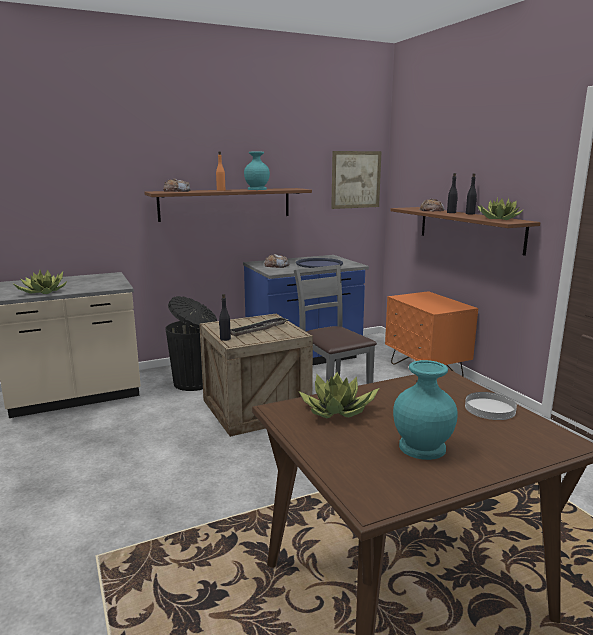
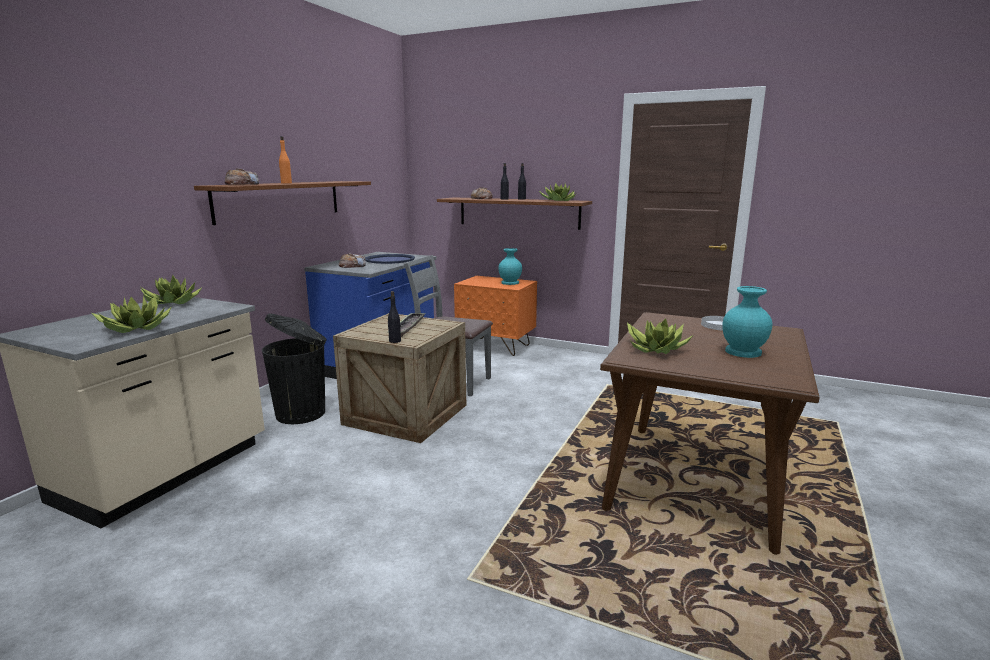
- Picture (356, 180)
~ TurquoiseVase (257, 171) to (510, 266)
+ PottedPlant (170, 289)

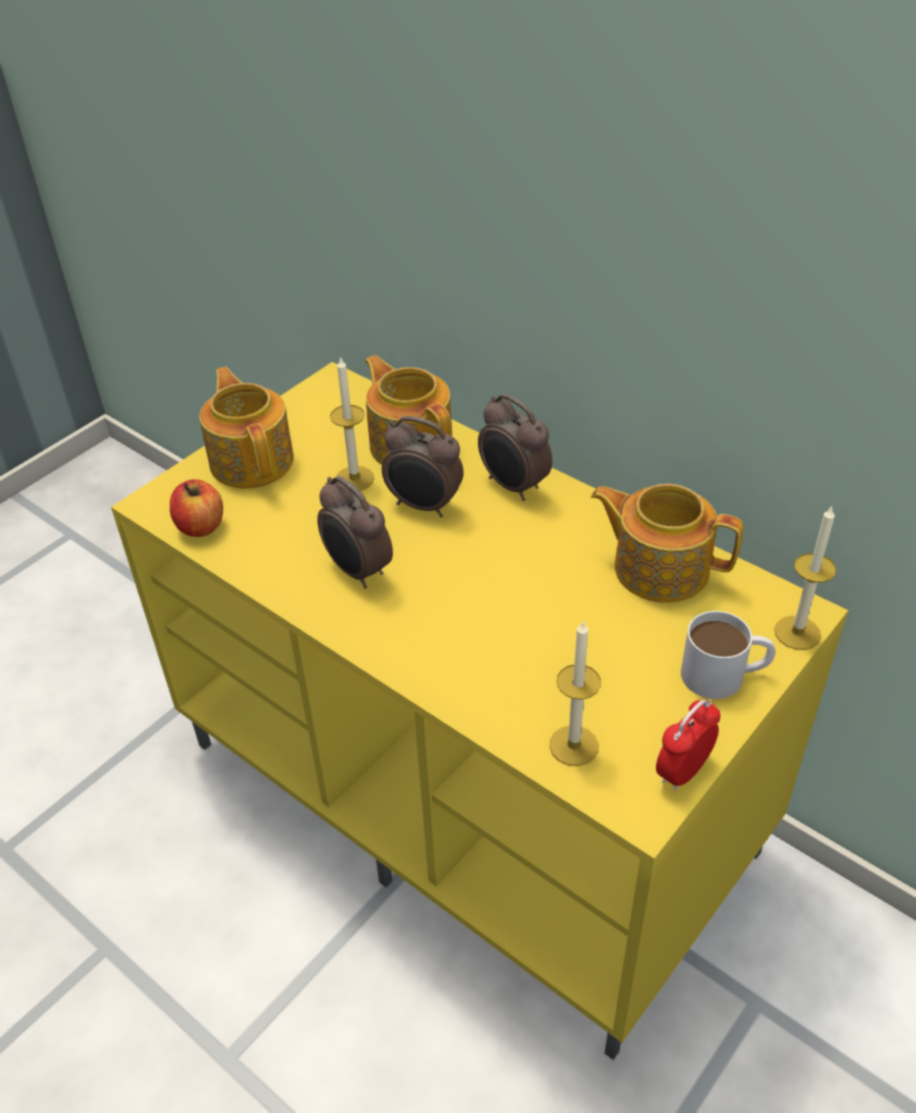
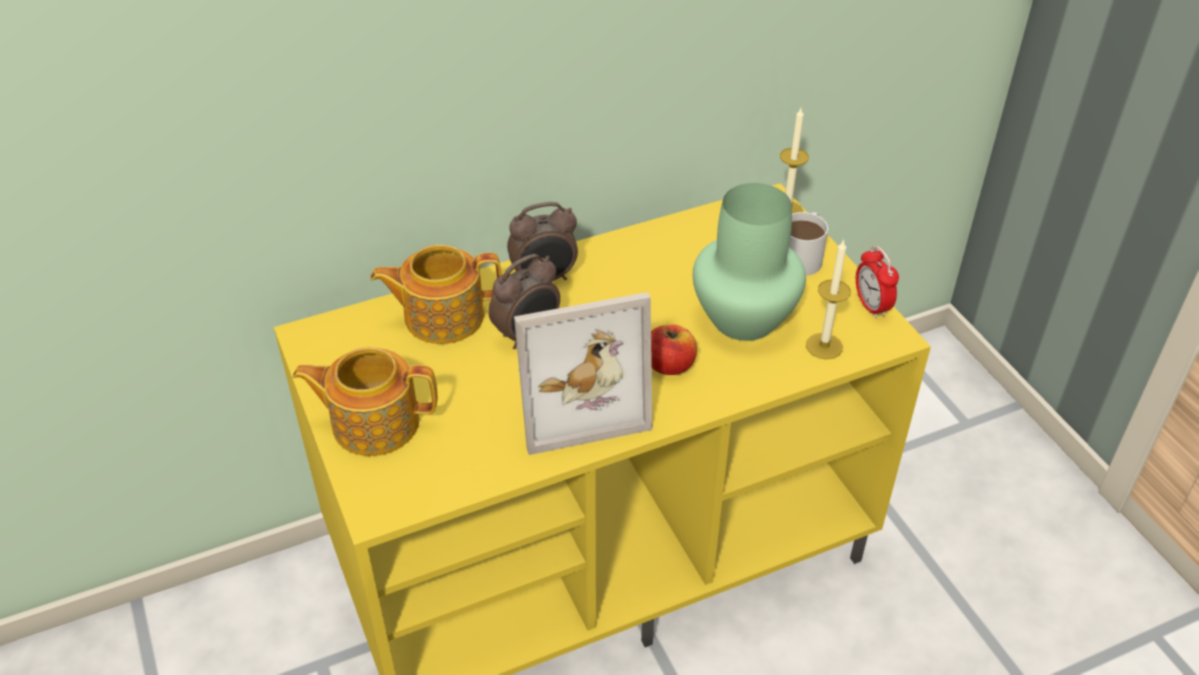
- Candle (352, 423)
~ AlarmClock (355, 532) to PictureFrame (583, 373)
~ Apple (196, 508) to (674, 349)
- Teapot (667, 543)
+ GreenVase (749, 262)

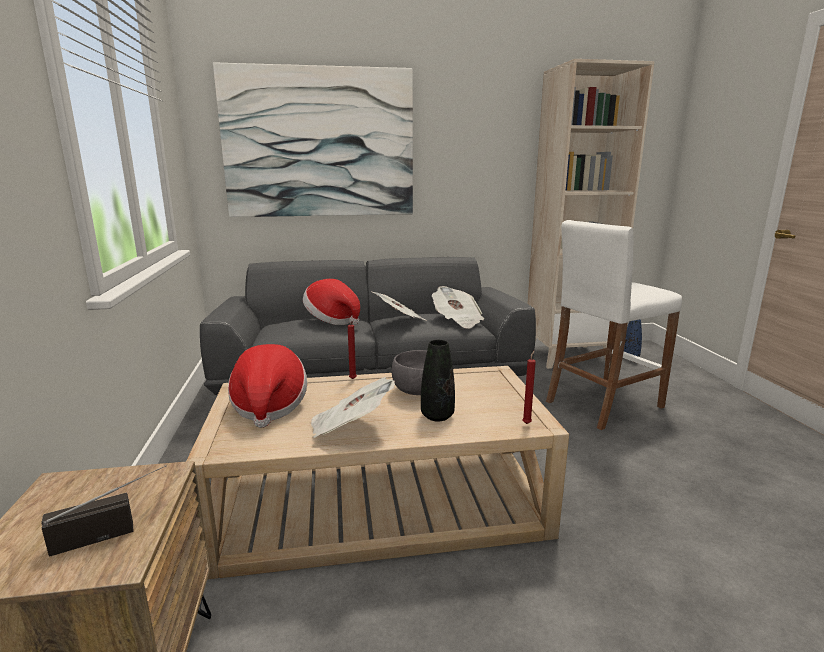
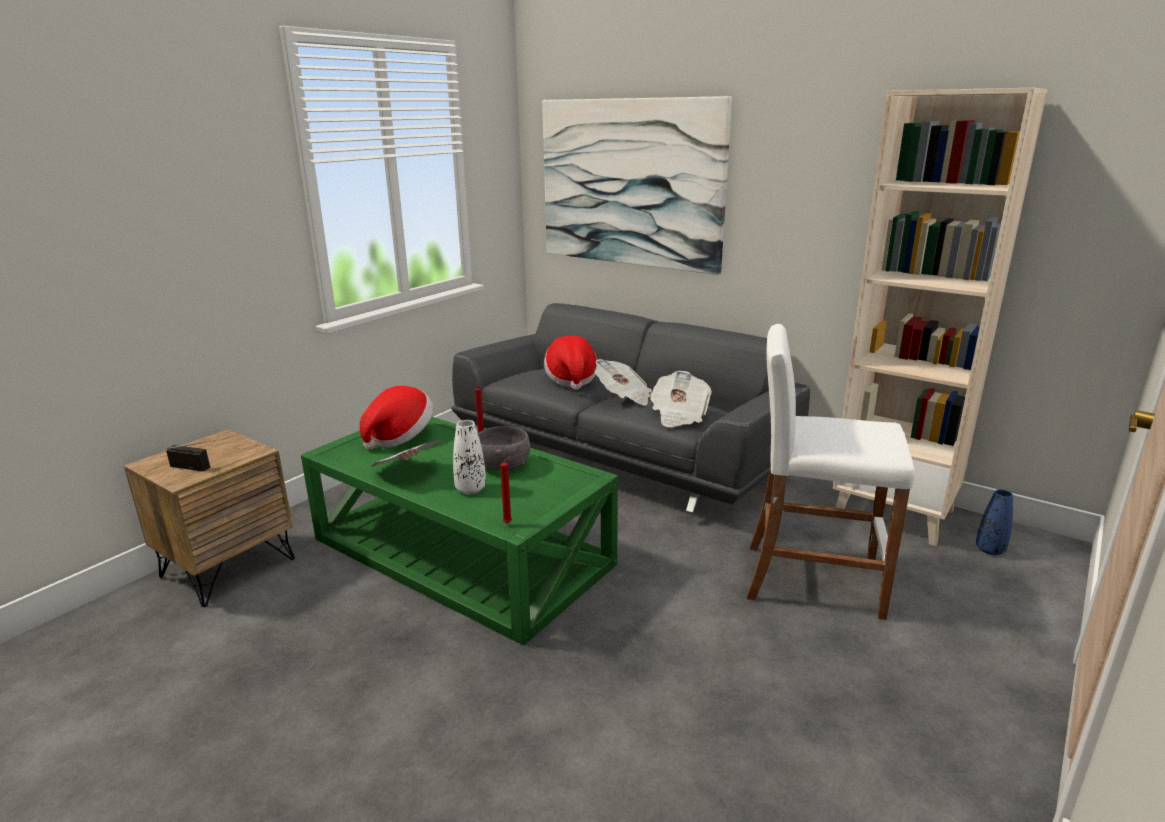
~ BlackVase (438, 381) to WhiteVase (469, 457)
~ BeigeCoffeeTable (377, 472) to GreenCoffeeTable (459, 531)

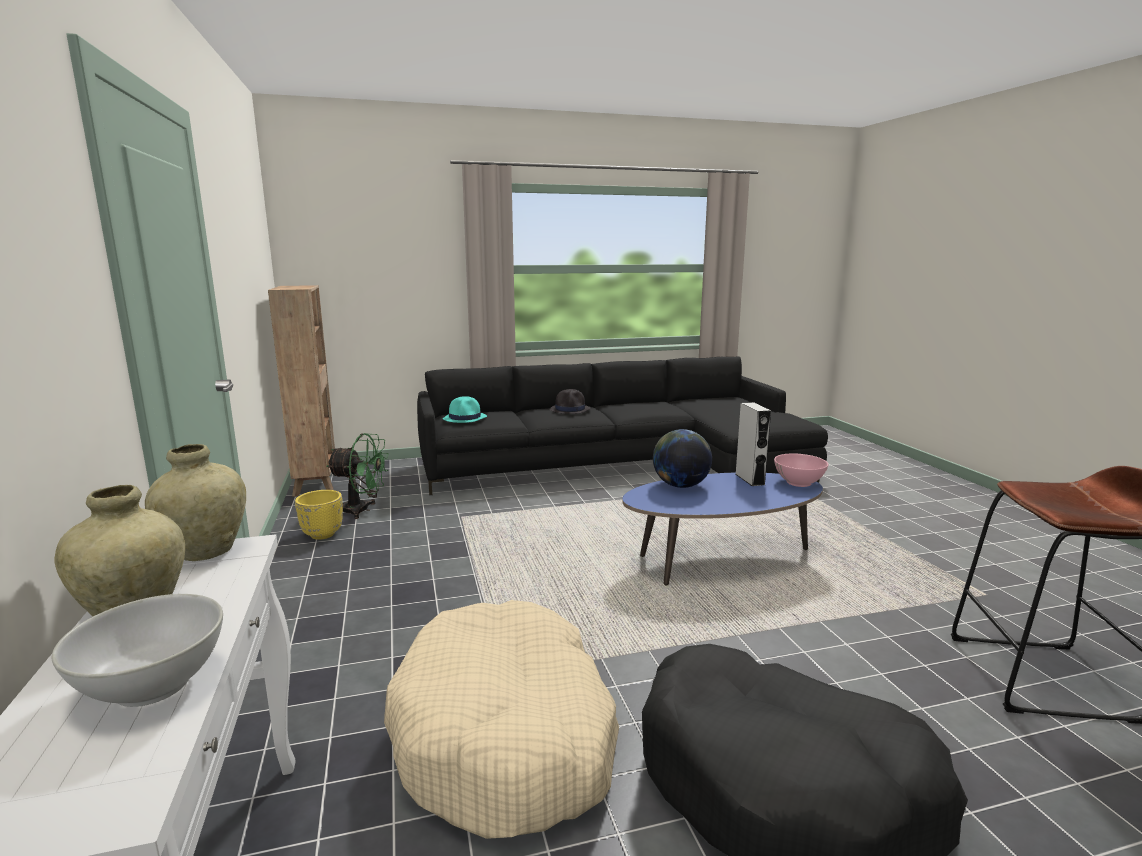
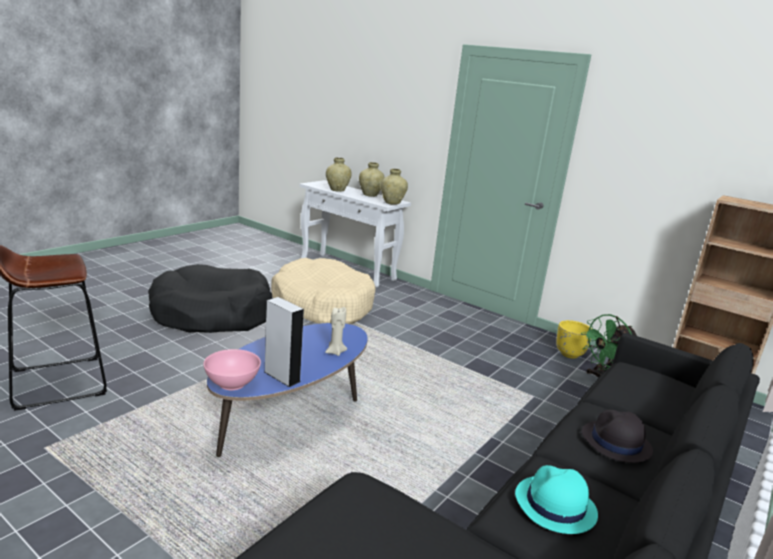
~ TurquoiseHat (465, 409) to (556, 499)
~ Globe (682, 458) to BeigeCandle (336, 331)
~ WhiteBowl (137, 650) to BeigeVase (339, 174)

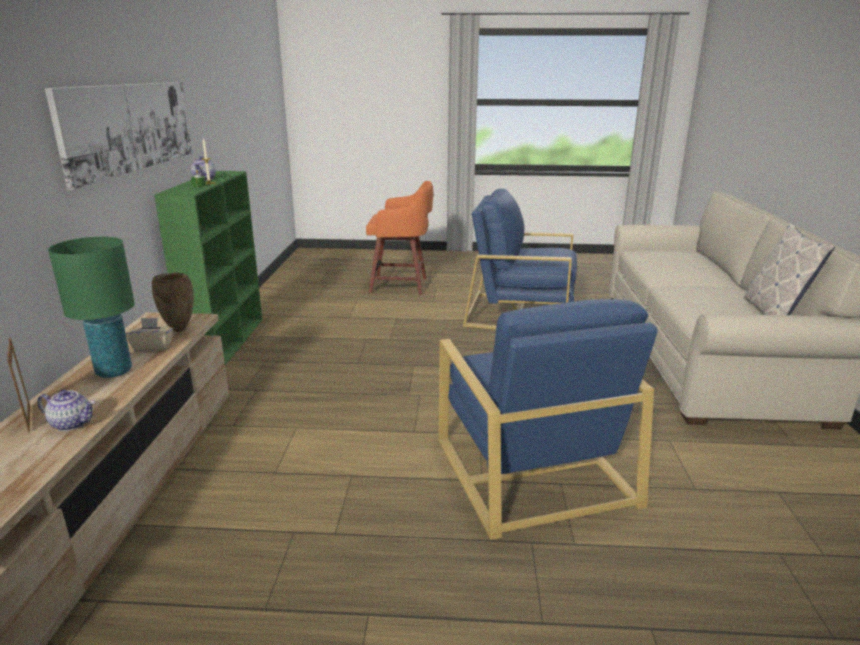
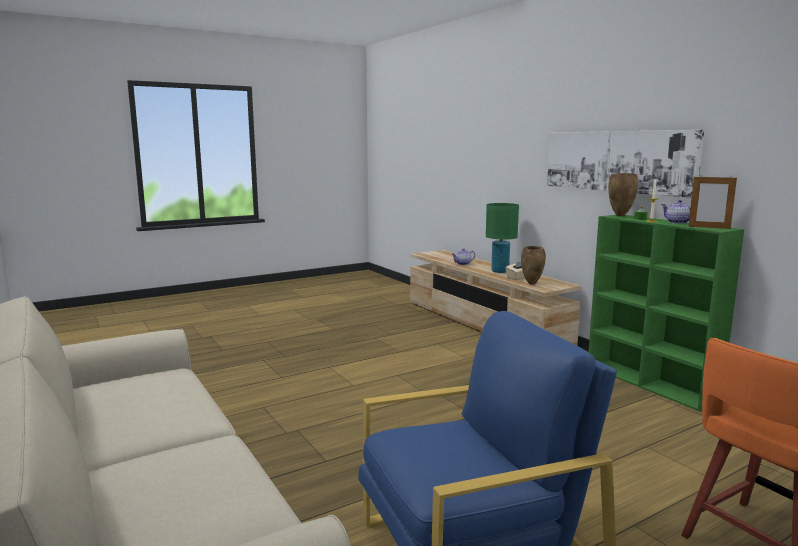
- Pillow (789, 269)
- BlueArmchair (548, 419)
~ PictureFrame (18, 385) to (712, 202)
+ BrownVase (623, 194)

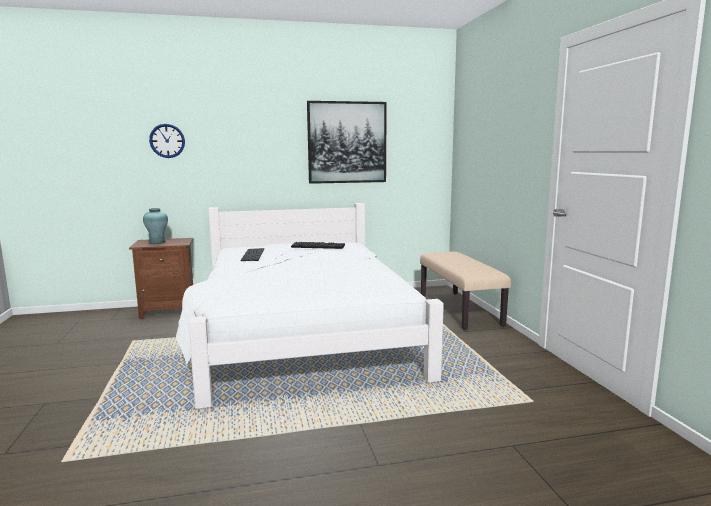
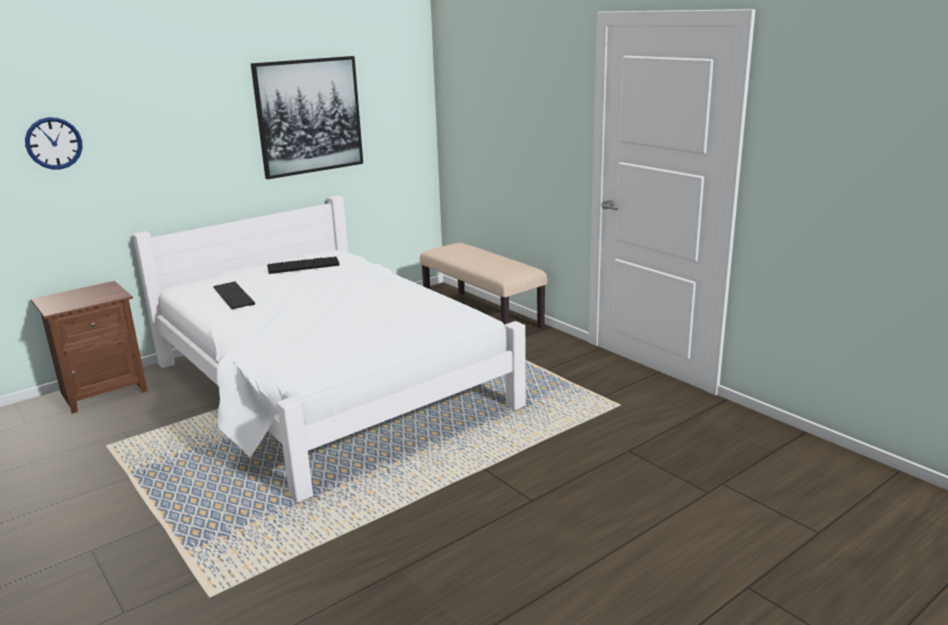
- TurquoiseVase (155, 226)

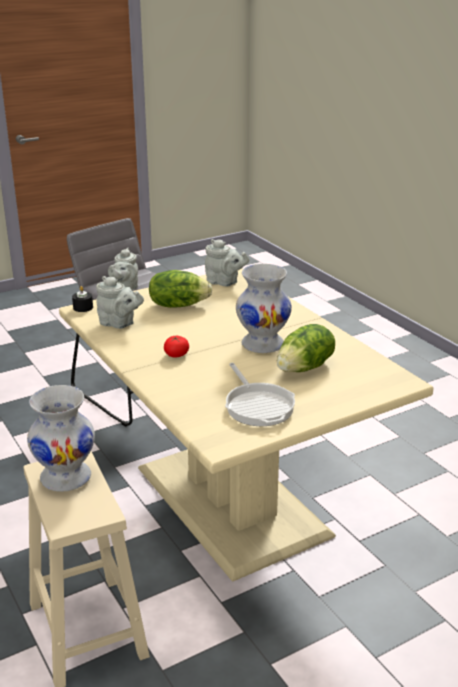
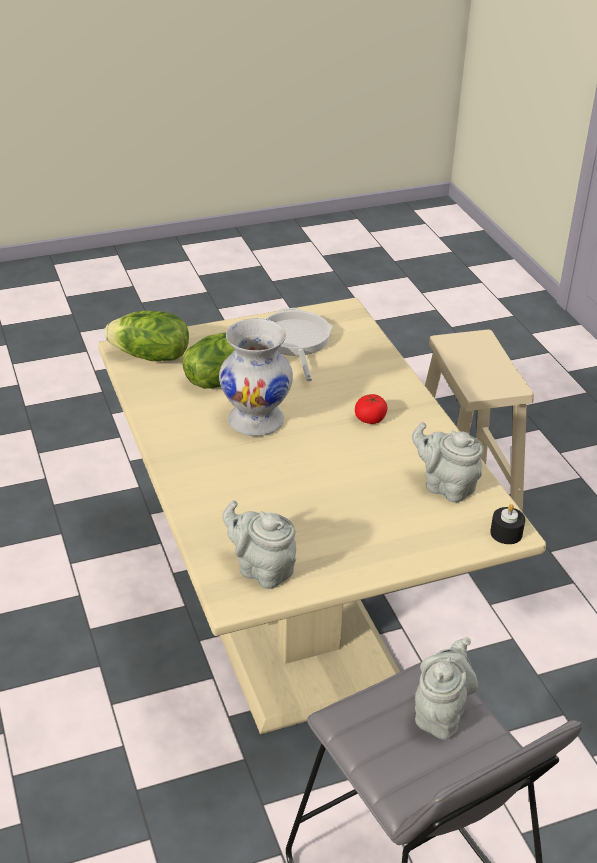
~ Lettuce (180, 289) to (147, 336)
- WhiteVase (61, 438)

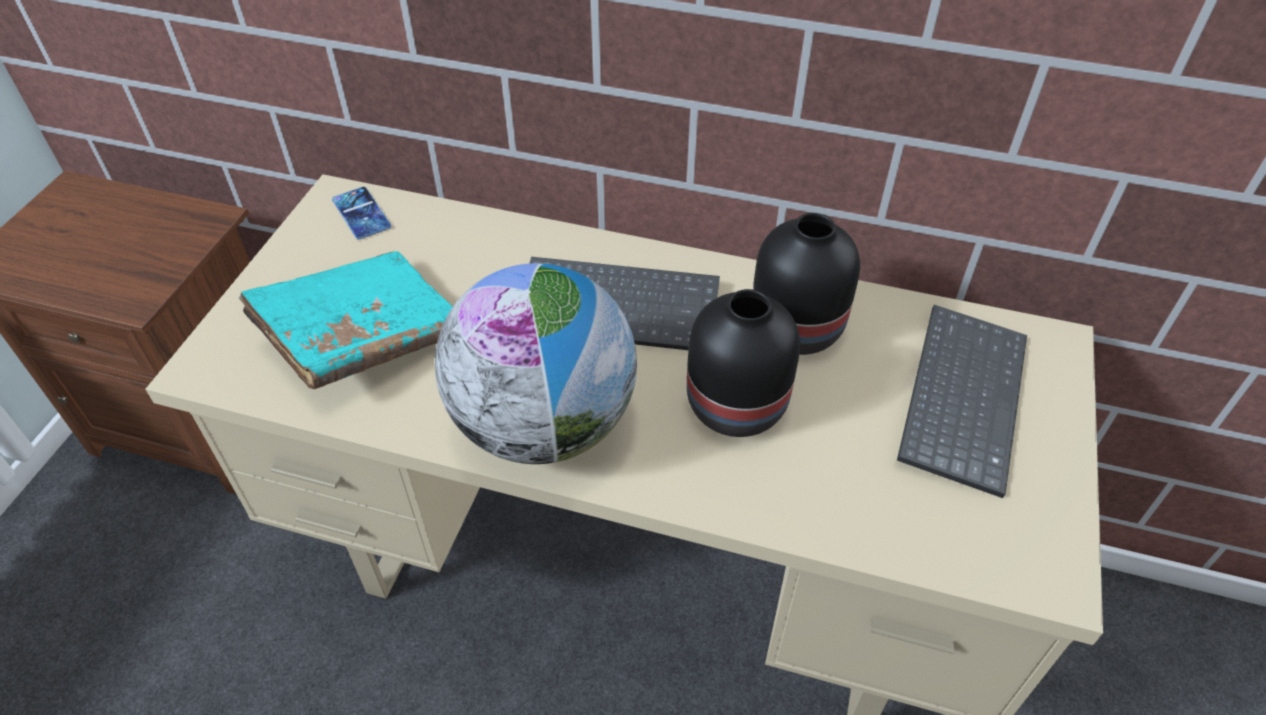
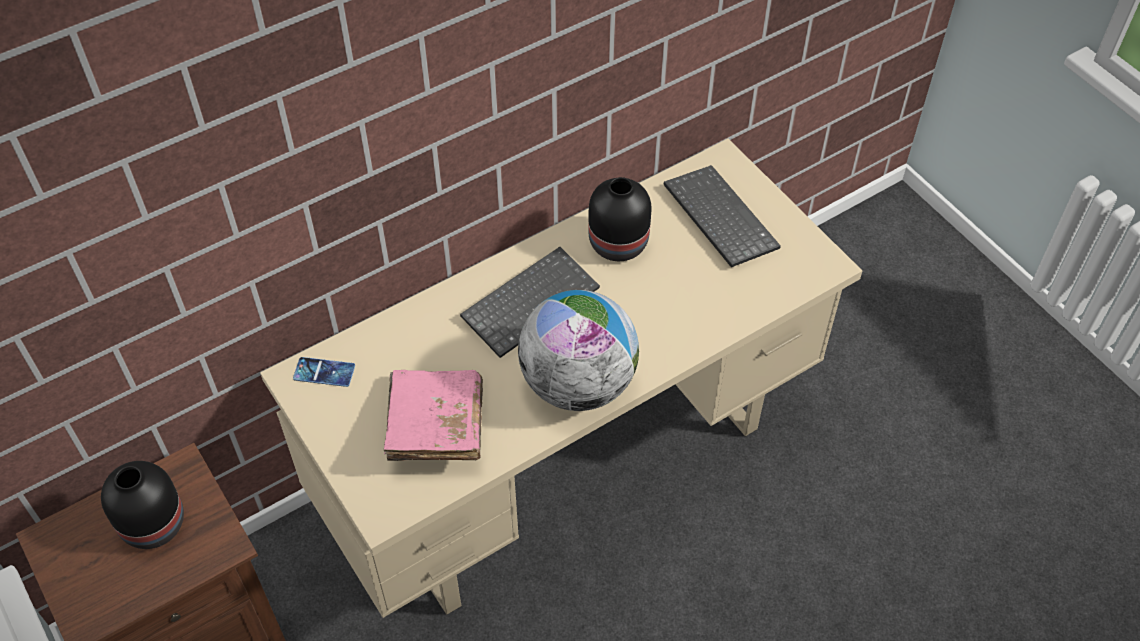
~ TurquoiseBook (346, 320) to PinkBook (433, 415)
~ BlackVase (743, 363) to (142, 505)

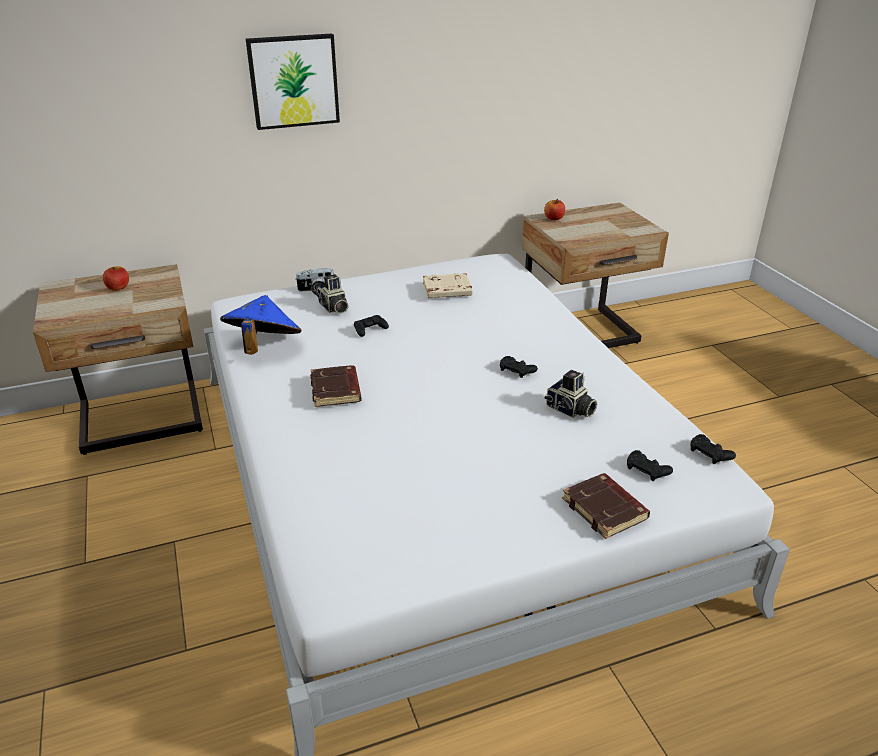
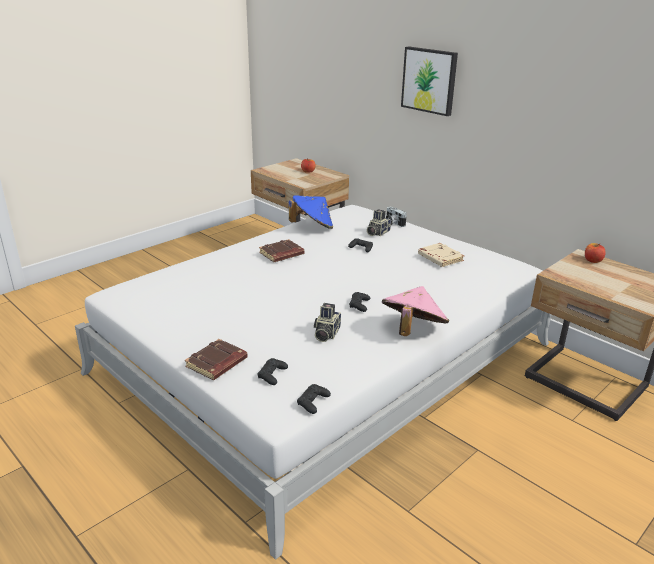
+ PinkHat (415, 311)

